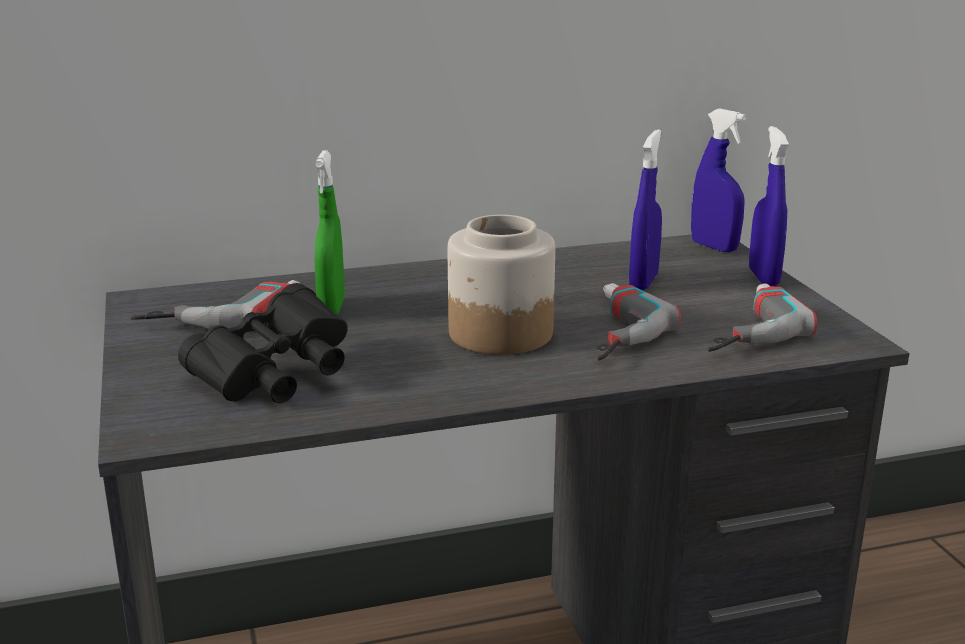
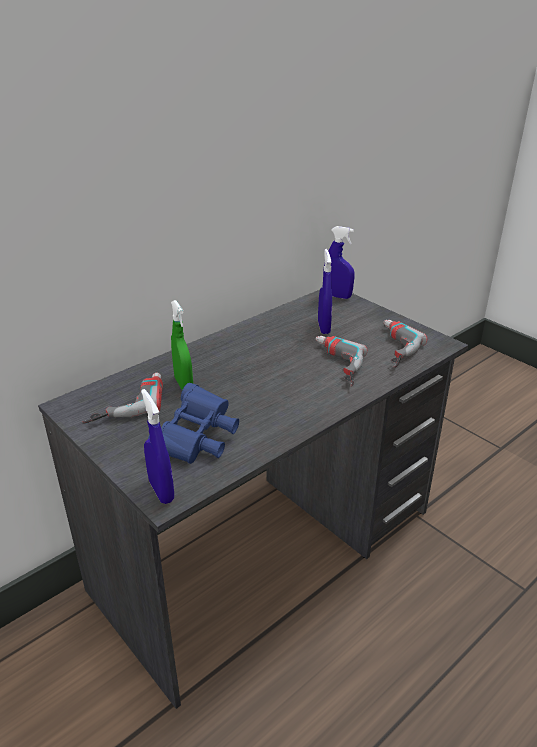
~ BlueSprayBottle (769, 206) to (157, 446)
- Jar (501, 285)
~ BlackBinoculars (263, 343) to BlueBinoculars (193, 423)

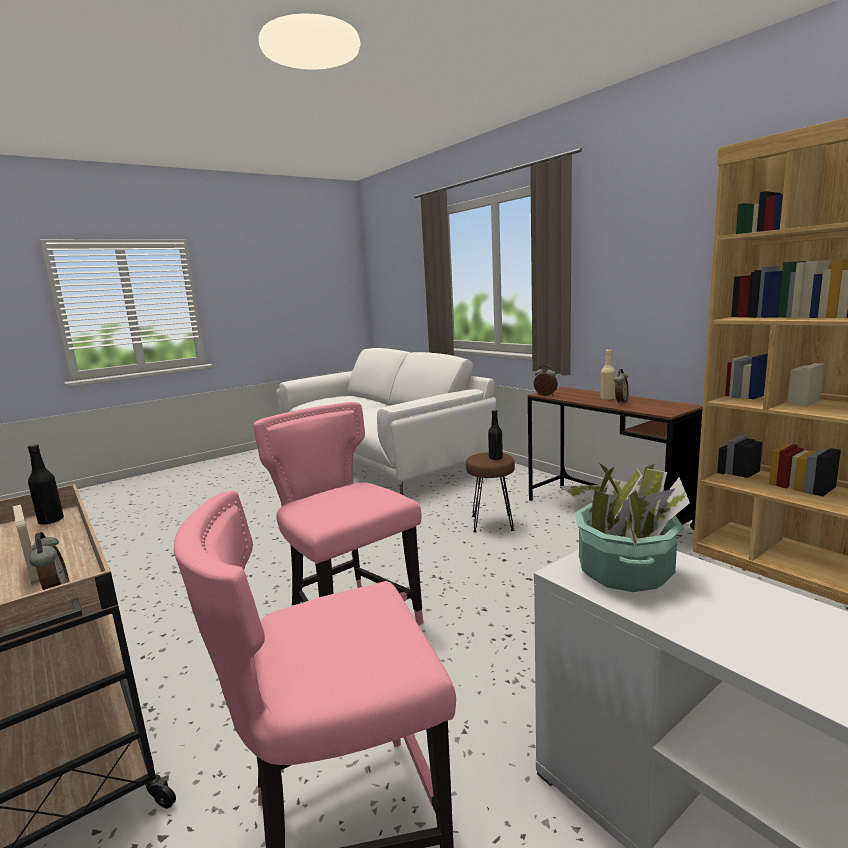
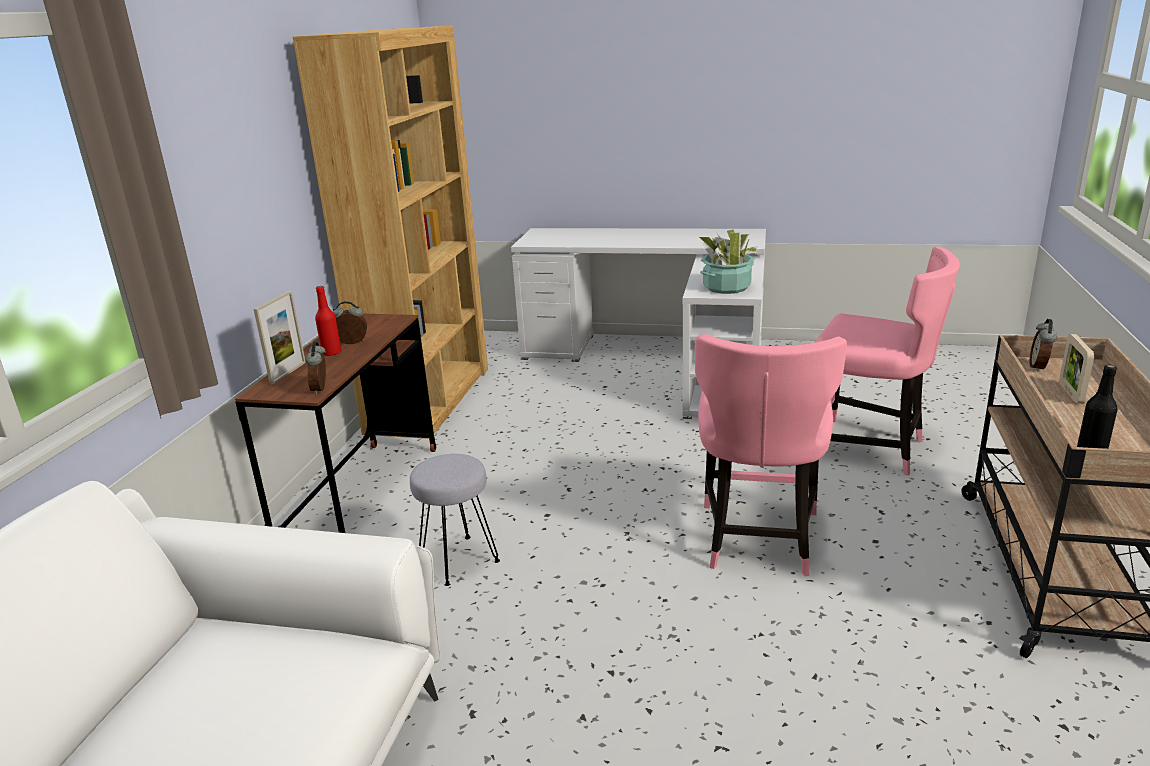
~ BeigeBottle (608, 374) to RedBottle (328, 321)
- BlackBottle (495, 435)
~ BrownStool (490, 492) to GreyStool (455, 520)
+ PictureFrame (280, 338)

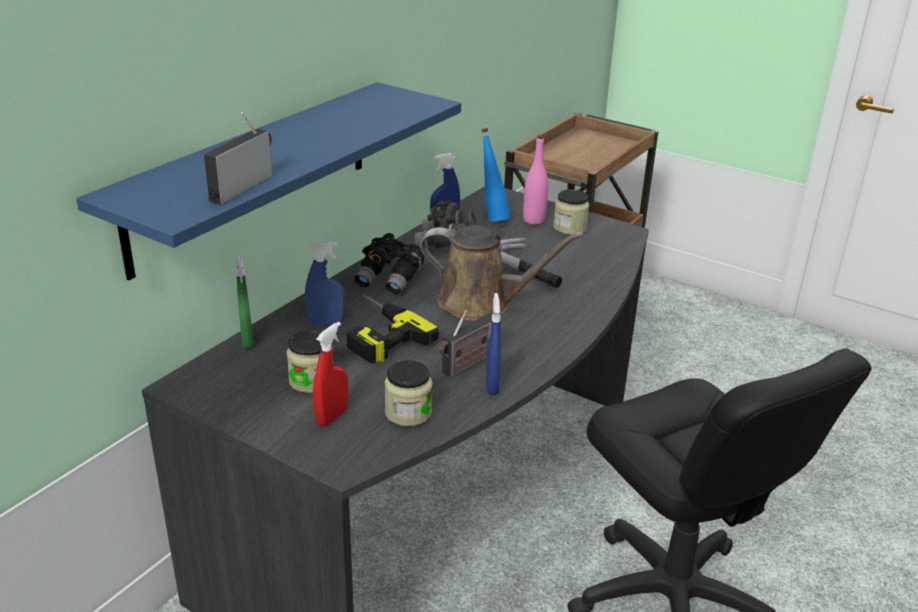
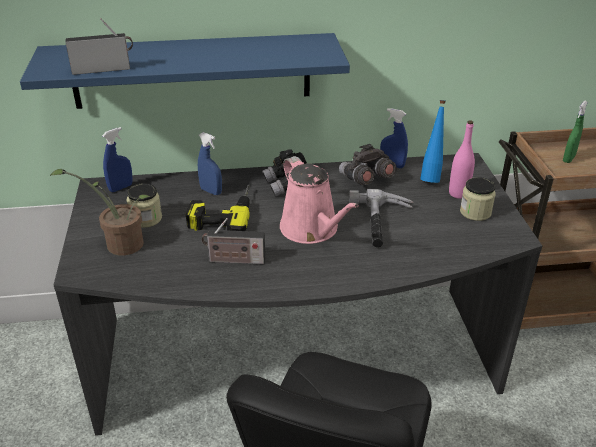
~ BrownWateringCan (502, 273) to PinkWateringCan (319, 200)
~ GreenSprayBottle (245, 302) to (575, 132)
~ BlueSprayBottle (493, 344) to (117, 159)
~ RedSprayBottle (330, 373) to PottedPlant (100, 212)
- Jar (408, 393)

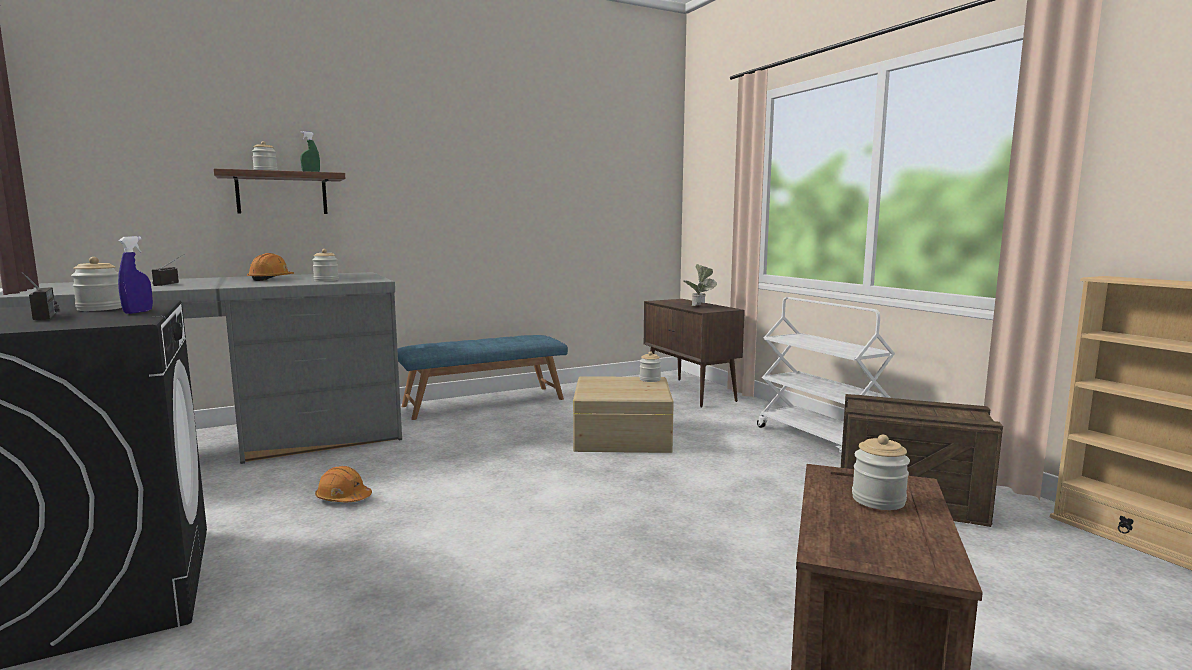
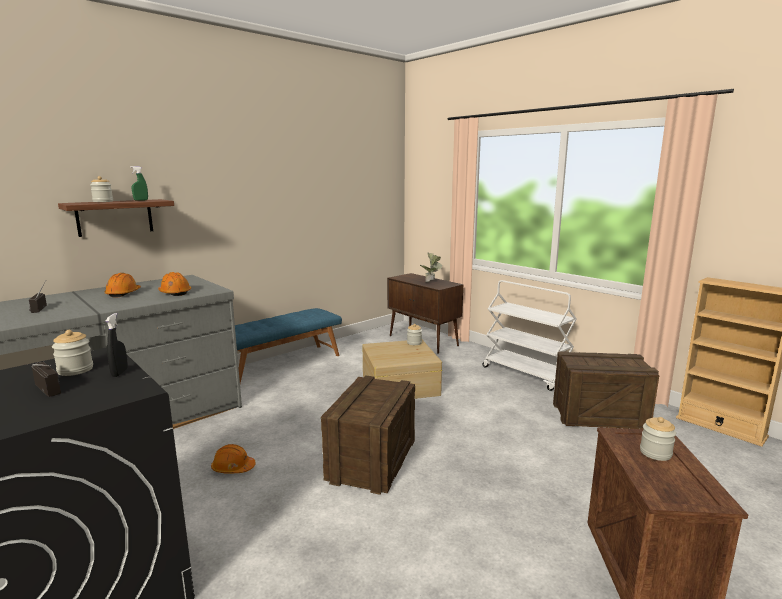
~ BlueSprayBottle (135, 275) to BlackSprayBottle (117, 345)
~ Jar (325, 265) to OrangeHardHat (174, 284)
+ Crate (368, 435)

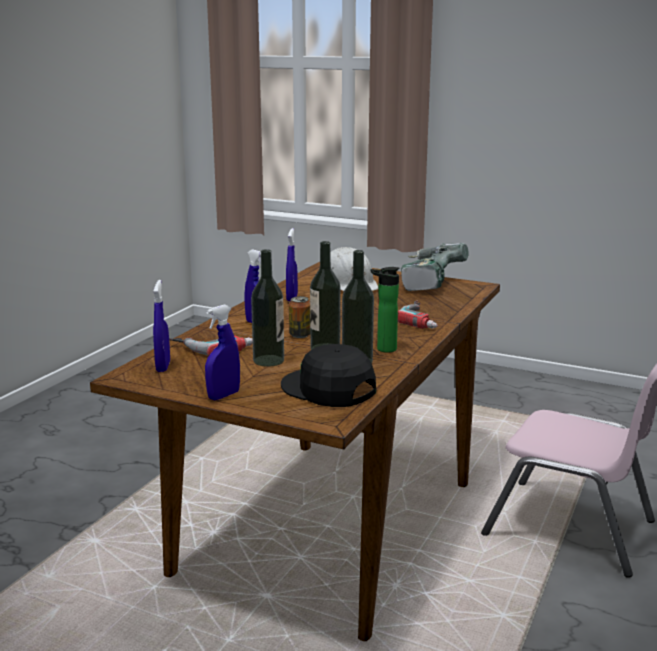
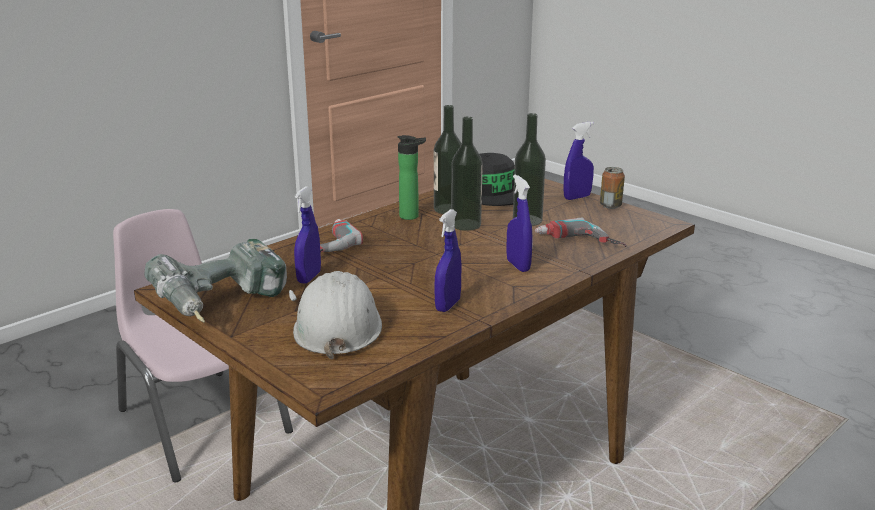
~ BlueSprayBottle (161, 326) to (307, 235)
~ Can (299, 317) to (612, 188)

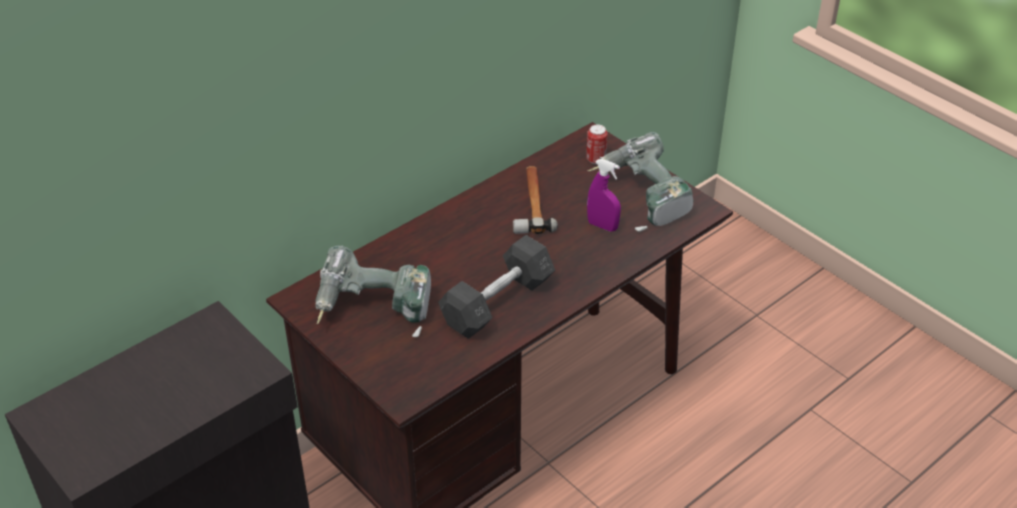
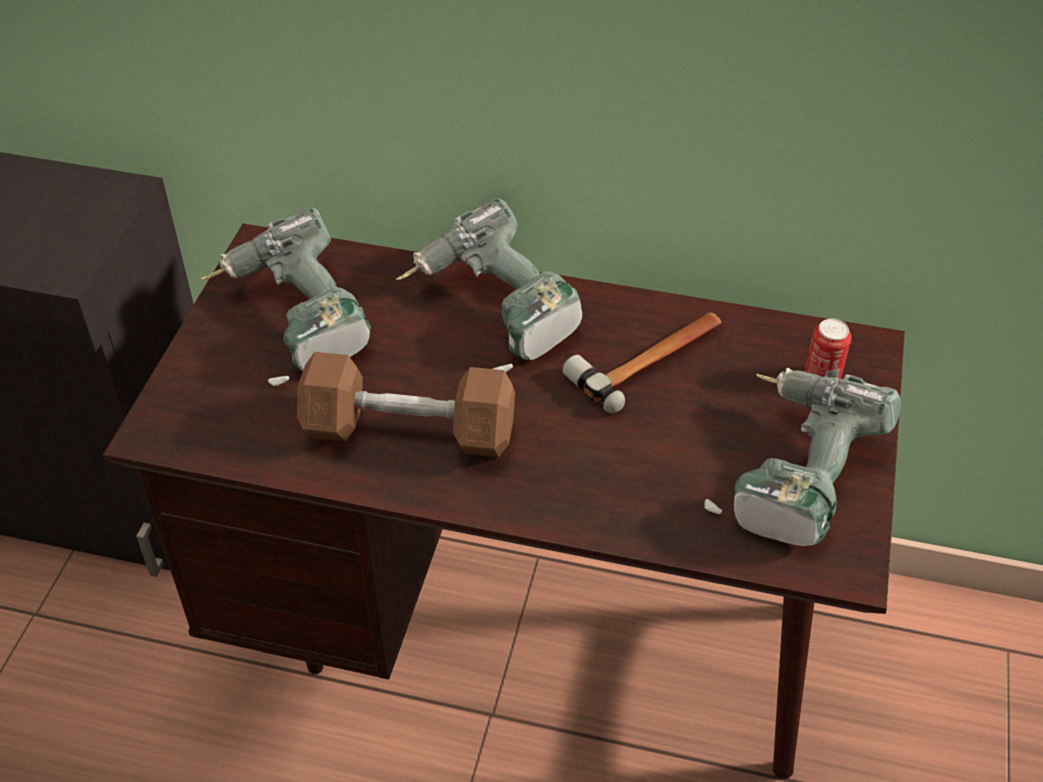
- PurpleSprayBottle (604, 195)
~ GreyDumbbell (496, 287) to BrownDumbbell (406, 404)
+ PowerDrill (489, 285)

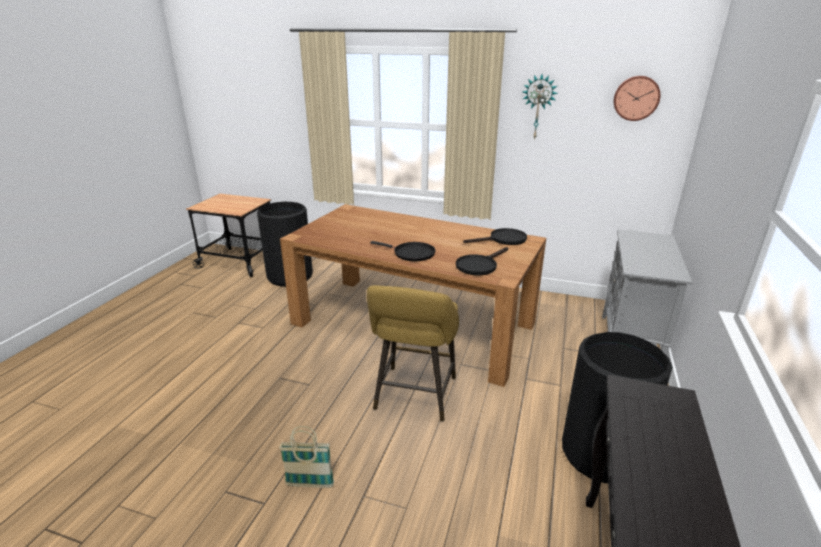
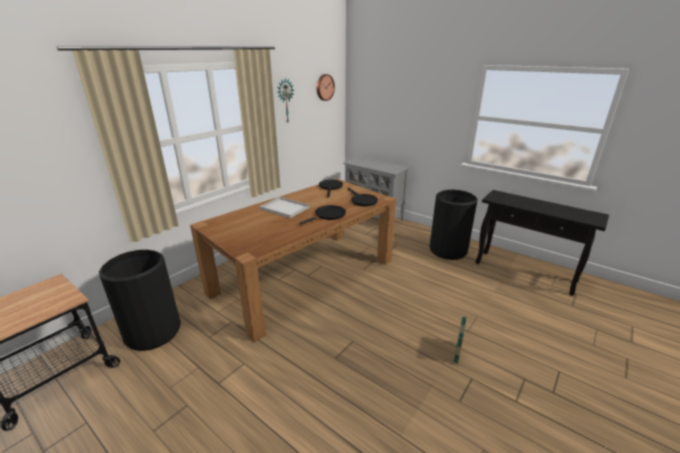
- YellowStool (413, 353)
+ WhiteTray (285, 207)

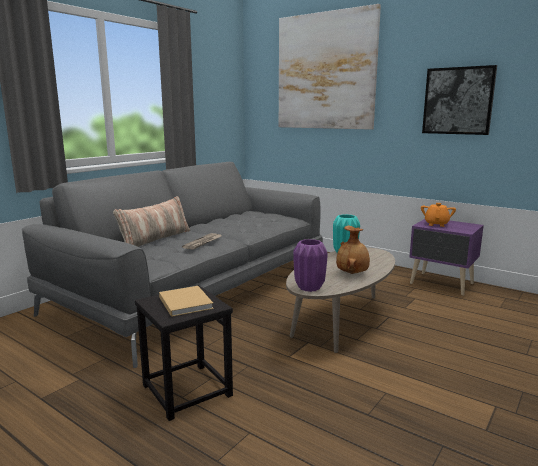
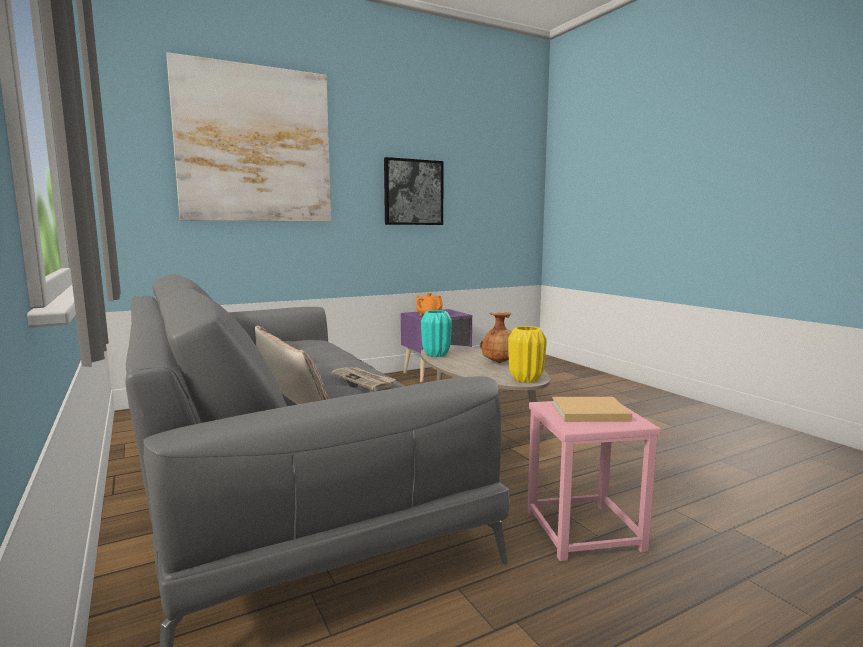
~ PurpleVase (310, 265) to YellowVase (527, 354)
~ BlackStool (184, 353) to PinkStool (594, 481)

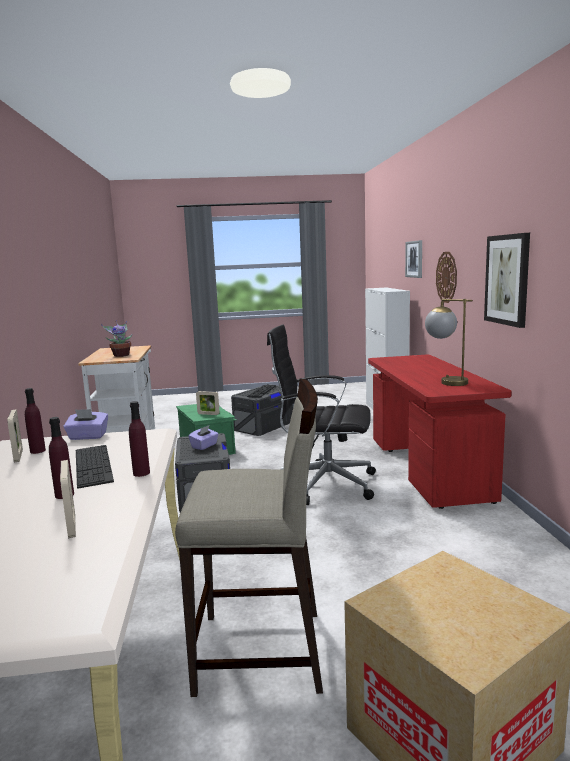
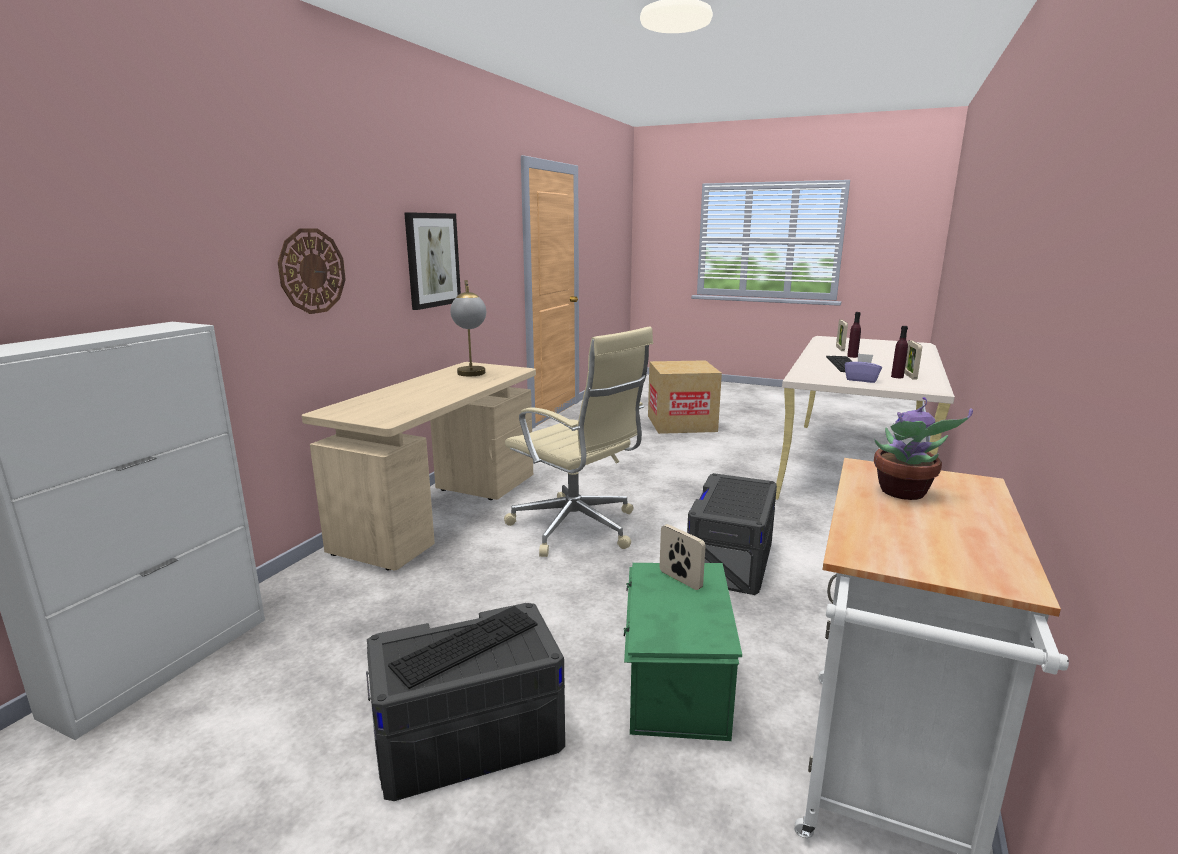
- Picture (413, 259)
~ BlackOfficeChair (321, 415) to BeigeOfficeChair (578, 441)
~ RedDesk (440, 432) to BeigeDesk (419, 466)
- BeigeStool (249, 538)
- PurpleBottle (139, 439)
- PurpleTissueBox (203, 437)

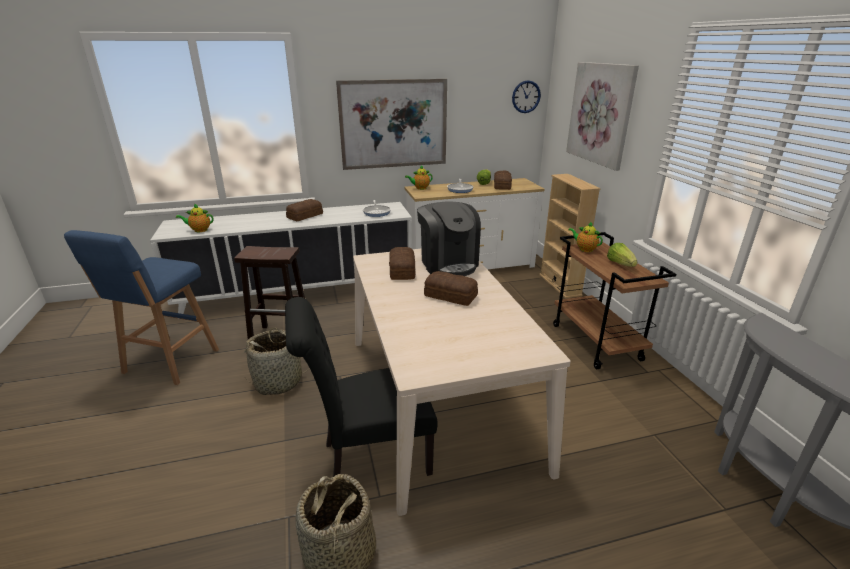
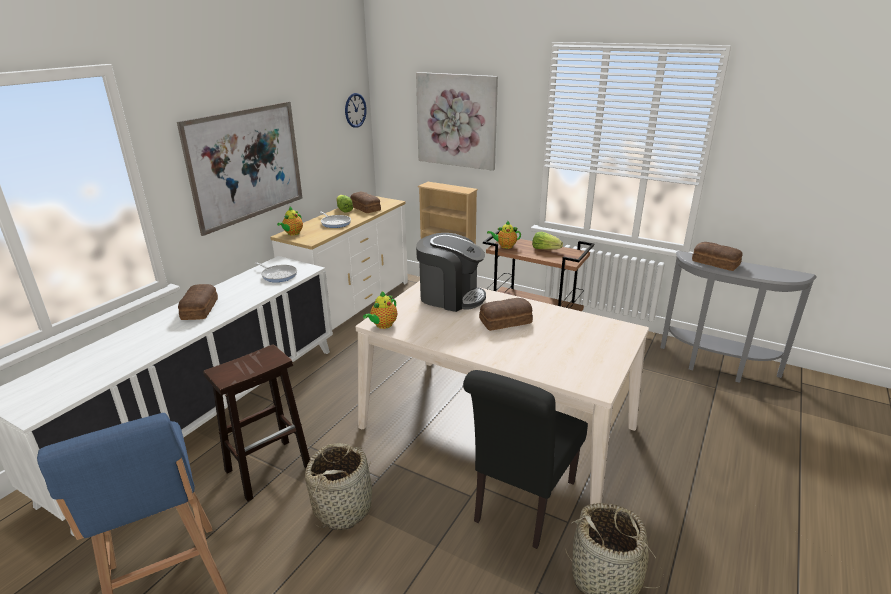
~ Teapot (195, 217) to (380, 310)
~ Bread (402, 263) to (717, 256)

